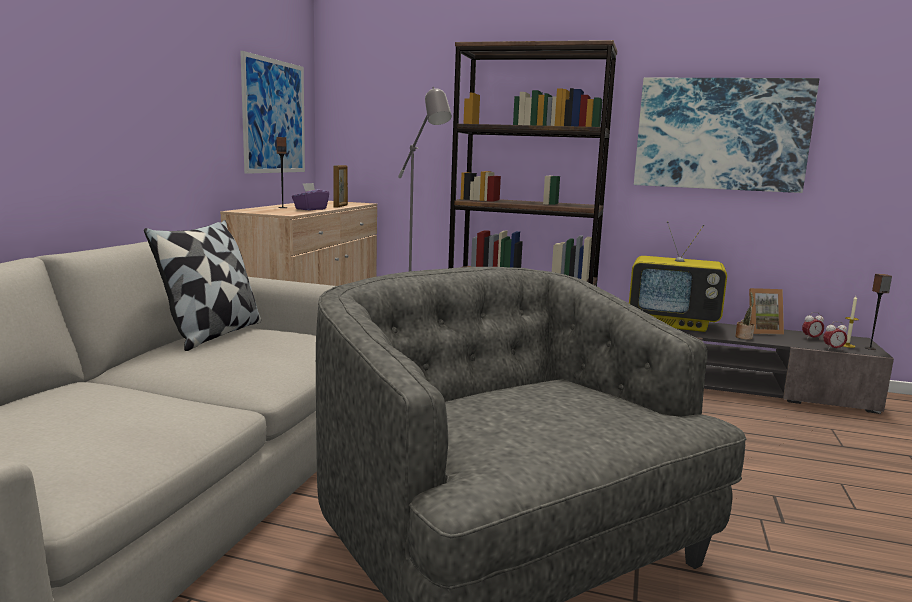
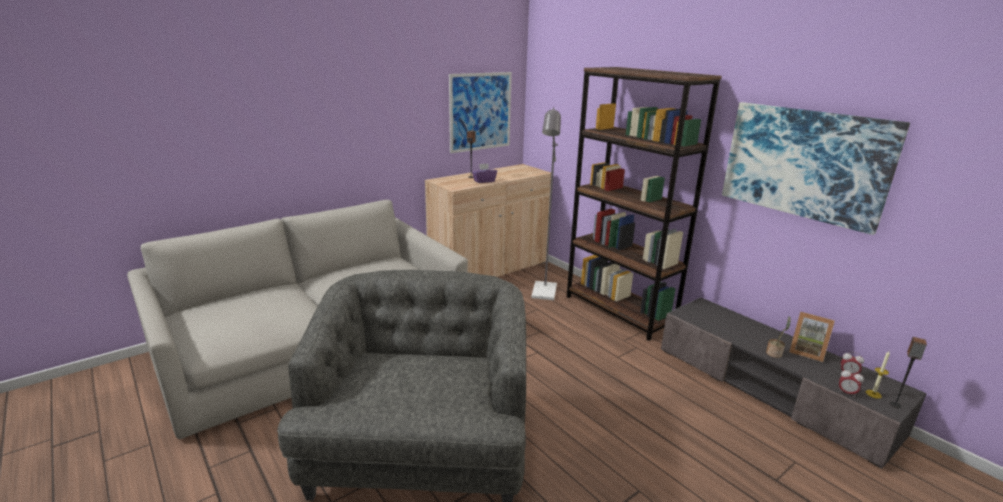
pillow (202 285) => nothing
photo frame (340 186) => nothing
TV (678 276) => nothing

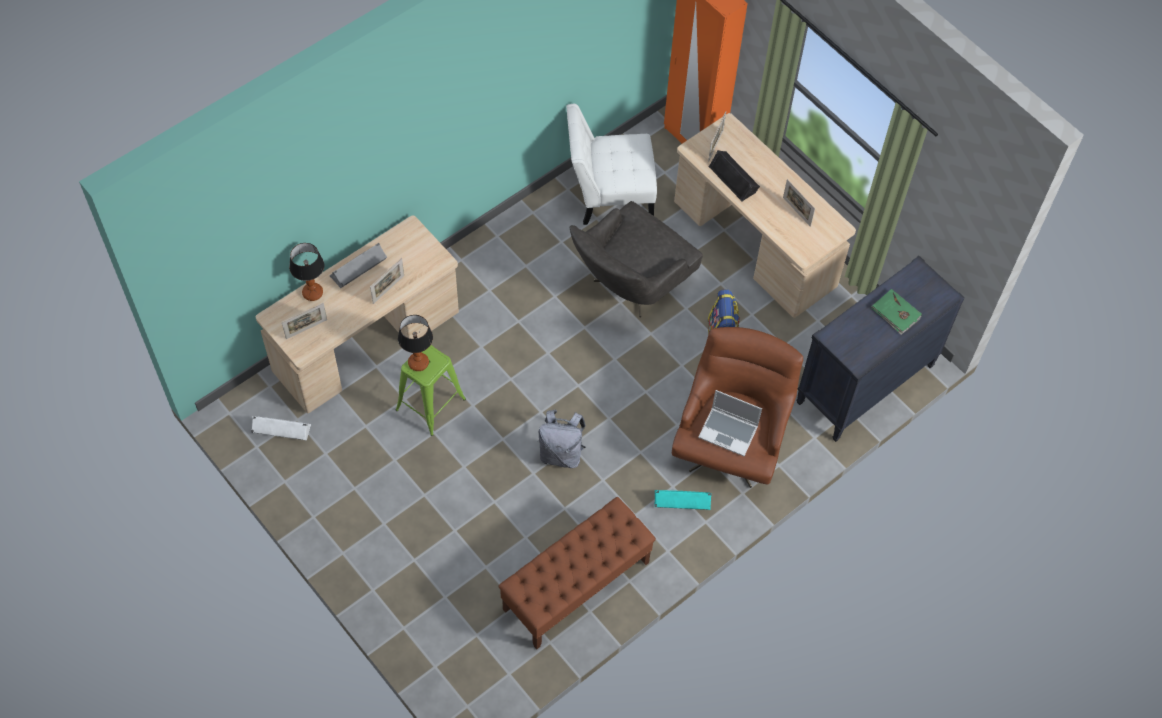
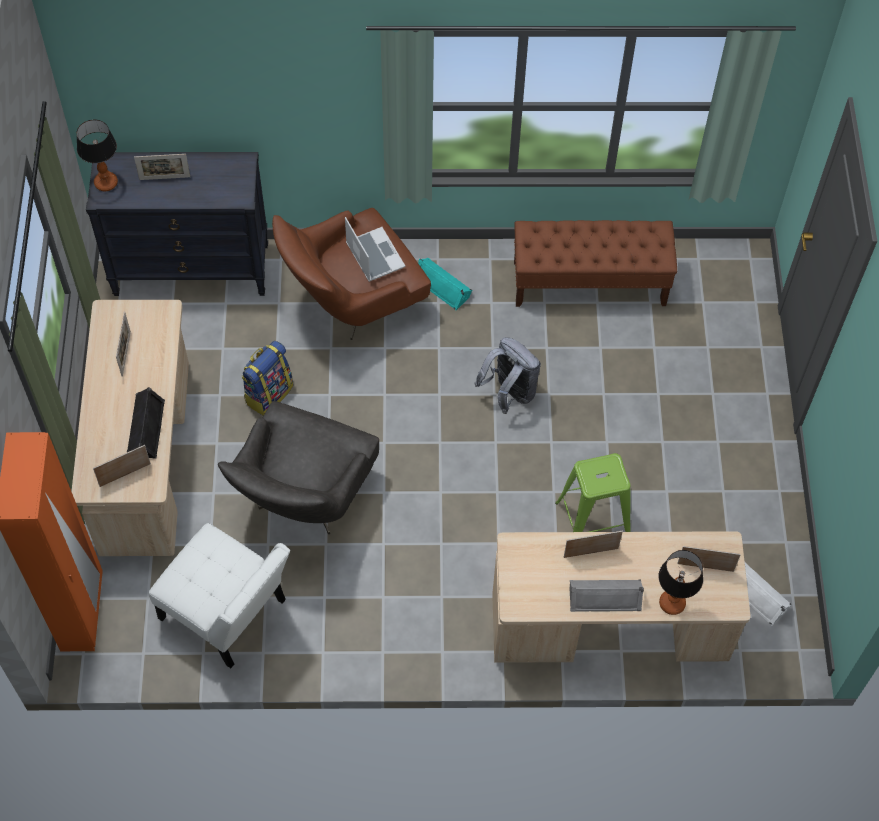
table lamp (415 343) => table lamp (97 155), shifted
green-coloured bound book (896 312) => photo frame (162 167)
gray lounge chair (636 259) => gray lounge chair (298 468), 120 degrees clockwise

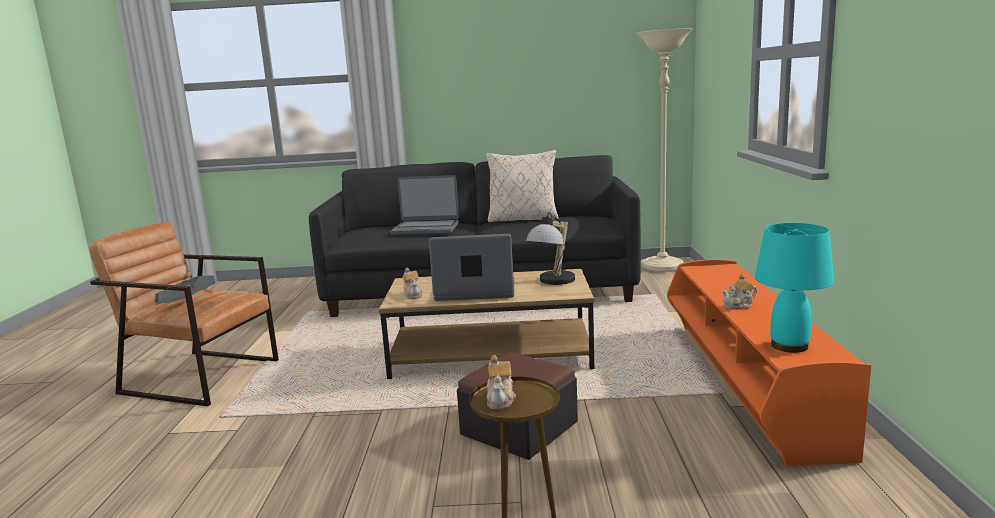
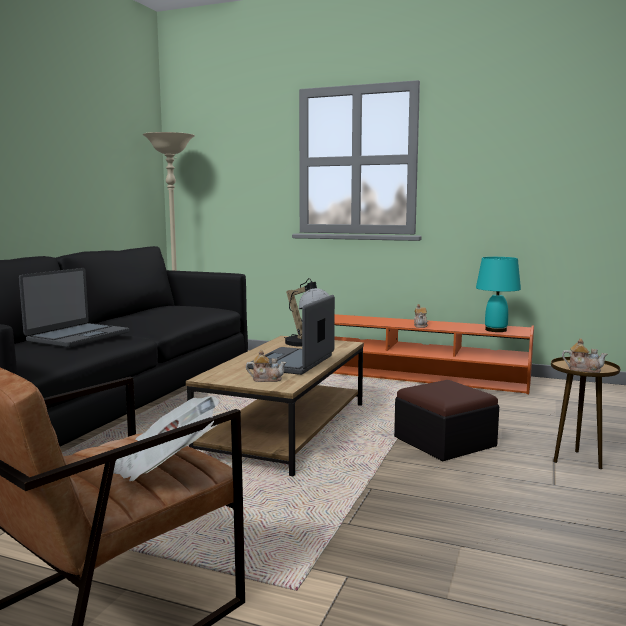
beige-coloured pillow (522 186) => nothing

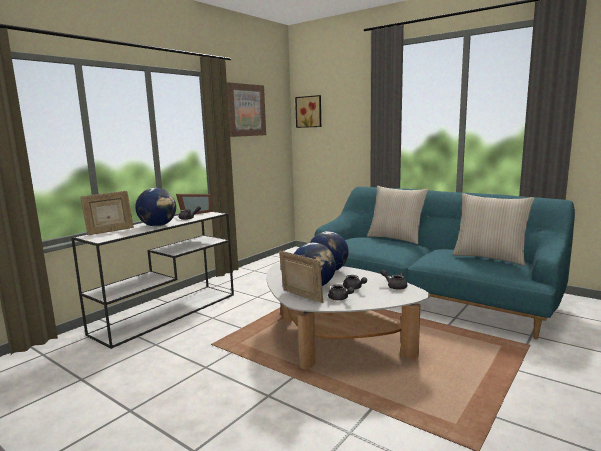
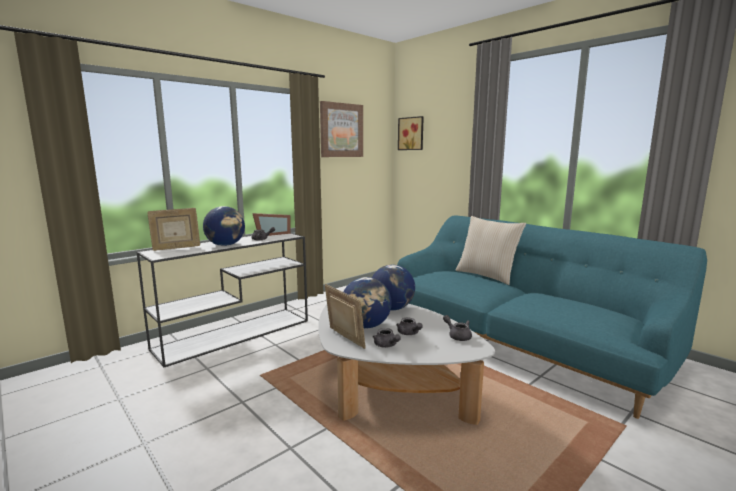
beige-coloured pillow (493 229) => nothing

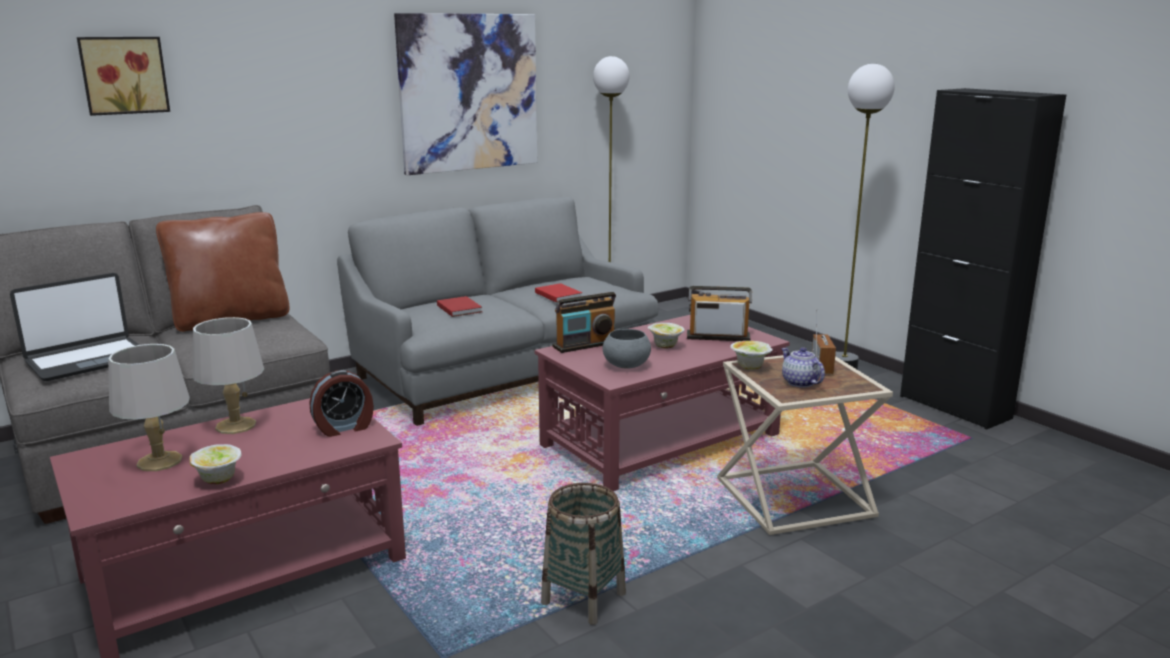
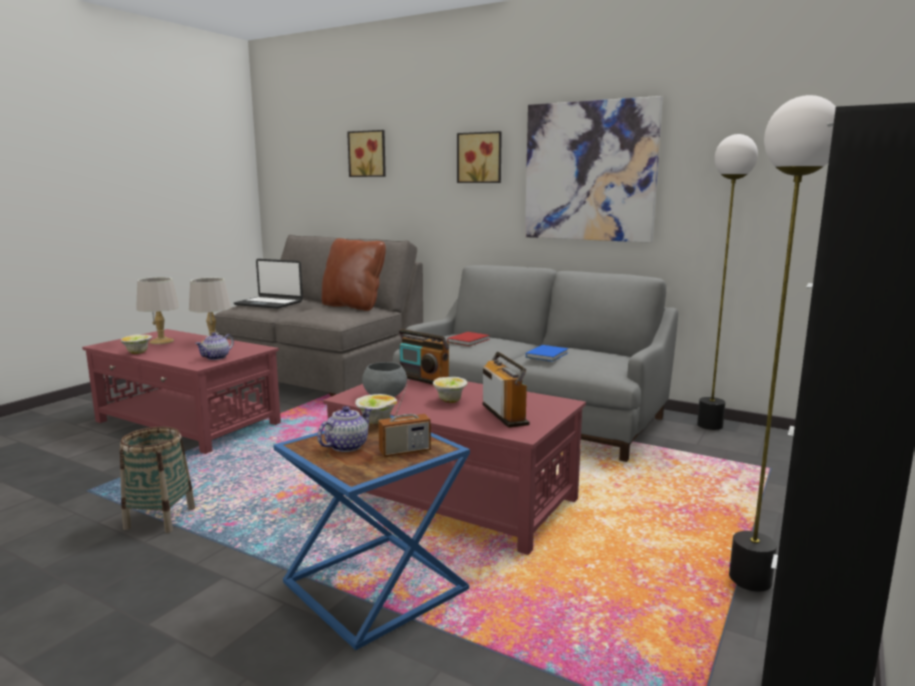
alarm clock (341 403) => tea pot (214 346)
beige-coloured accent table (805 445) => bluish accent table (371 532)
nothing => wall art (479 157)
red-coloured bound book (558 292) => bluish bound book (547 353)

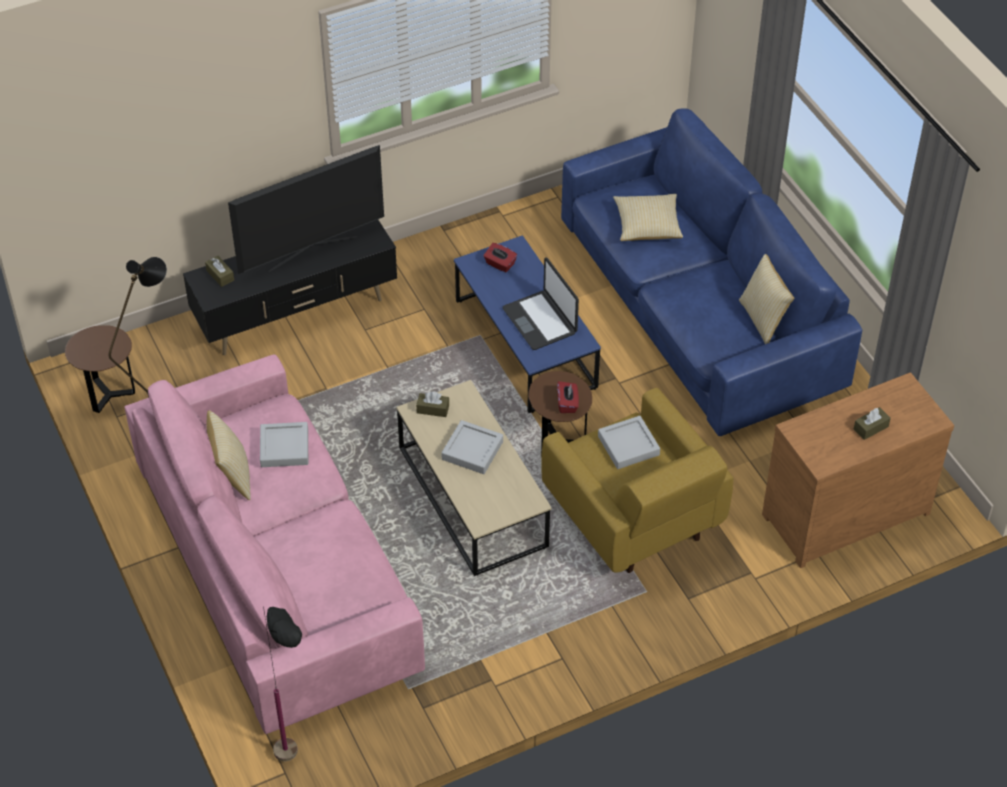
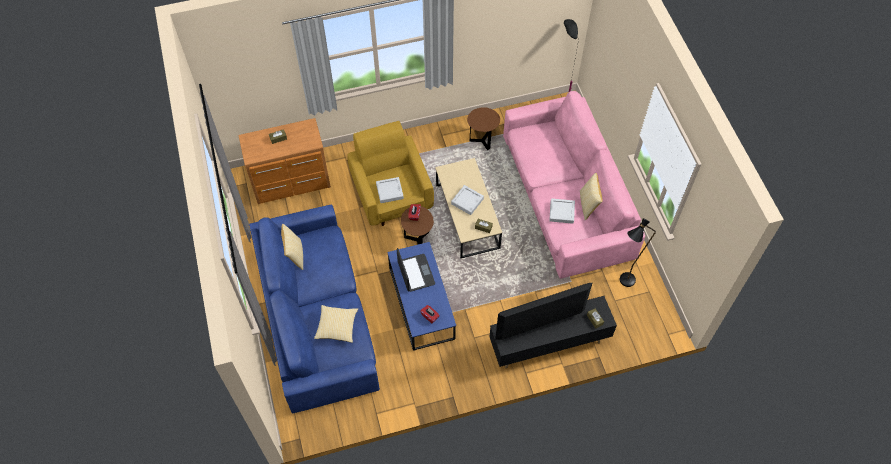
brown accent table (100 369) => brown accent table (483 128), shifted

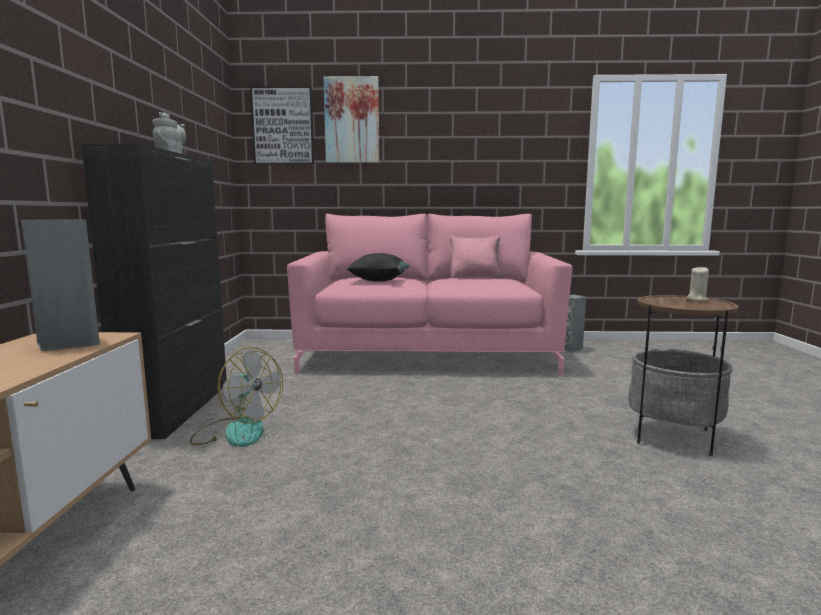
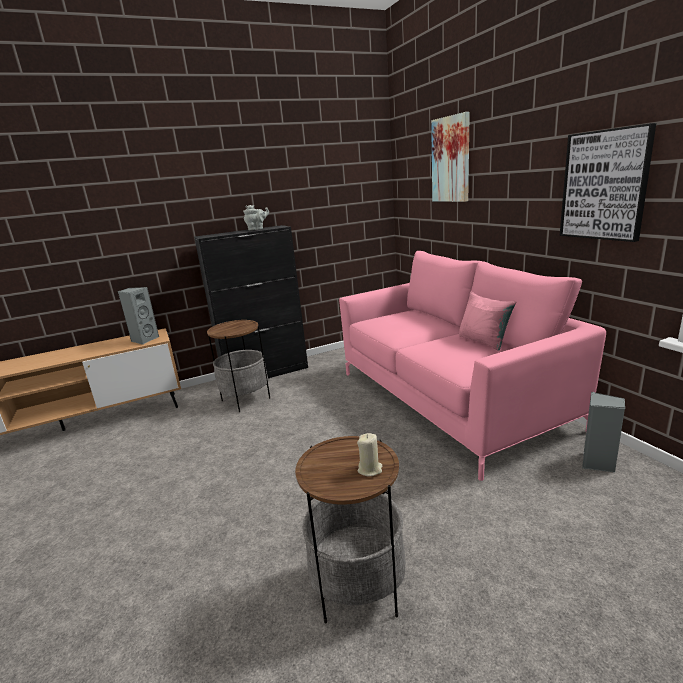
electric fan (236 397) => accent table (238 365)
wall art (282 125) => wall art (608 182), shifted
black pillow (378 267) => nothing

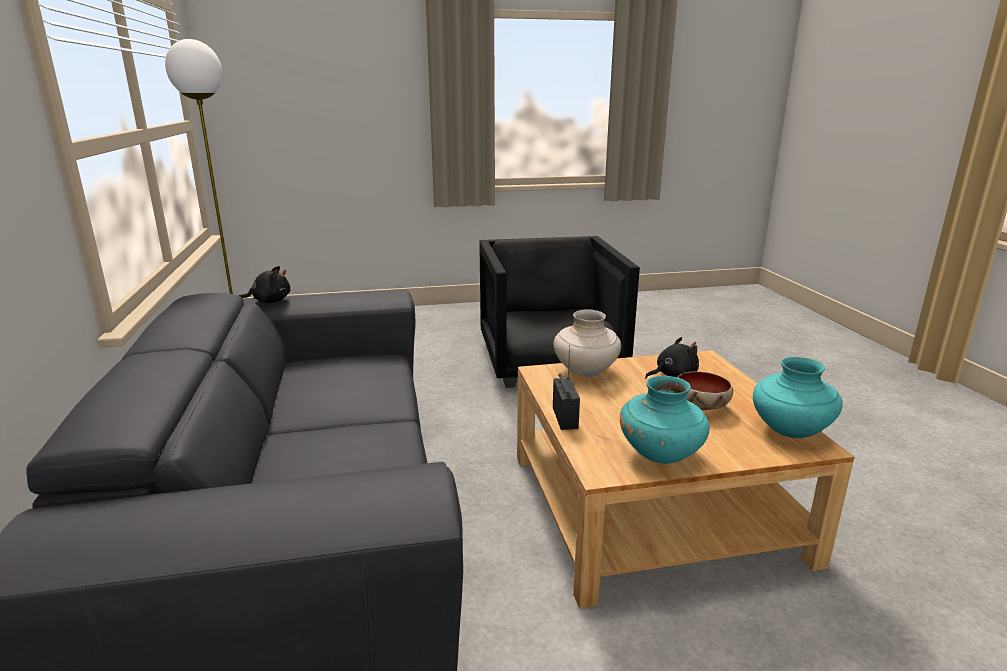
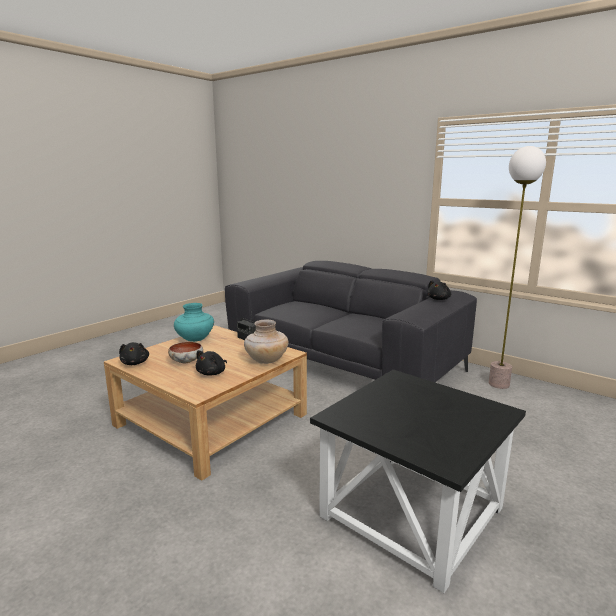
blue-green vase (798 397) => black soft toy (134 353)
black lounge chair (559 312) => black accent table (418 481)

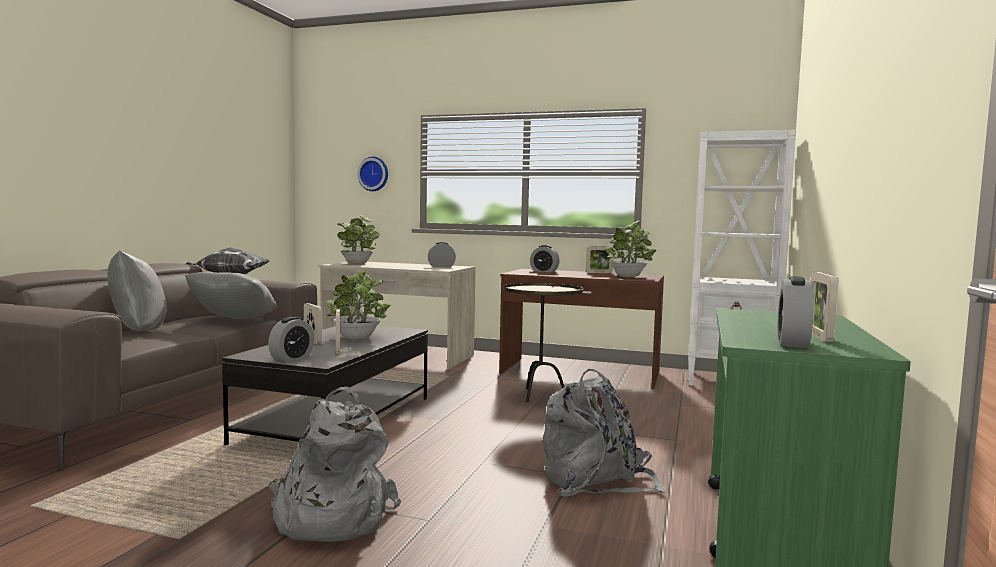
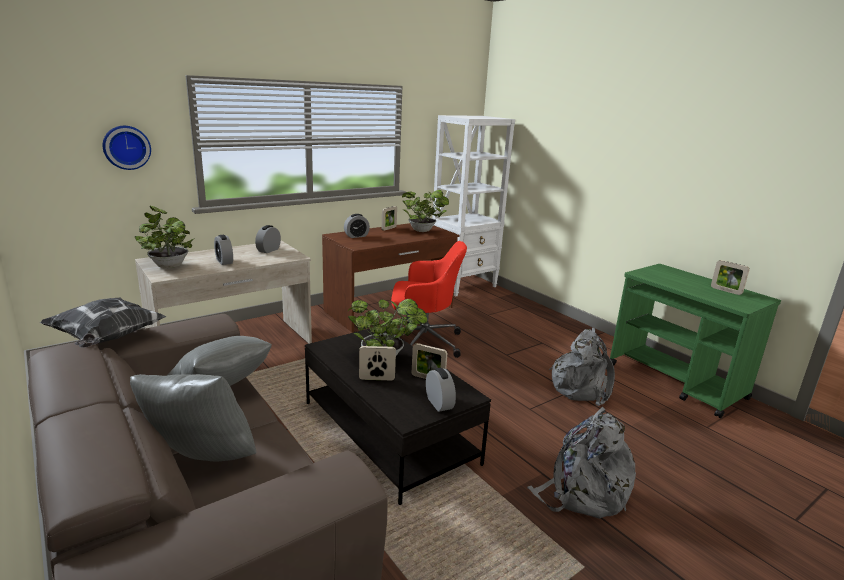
alarm clock (795 312) => alarm clock (223 250), shifted
brown accent table (543 342) => red-coloured computer chair (429 299)

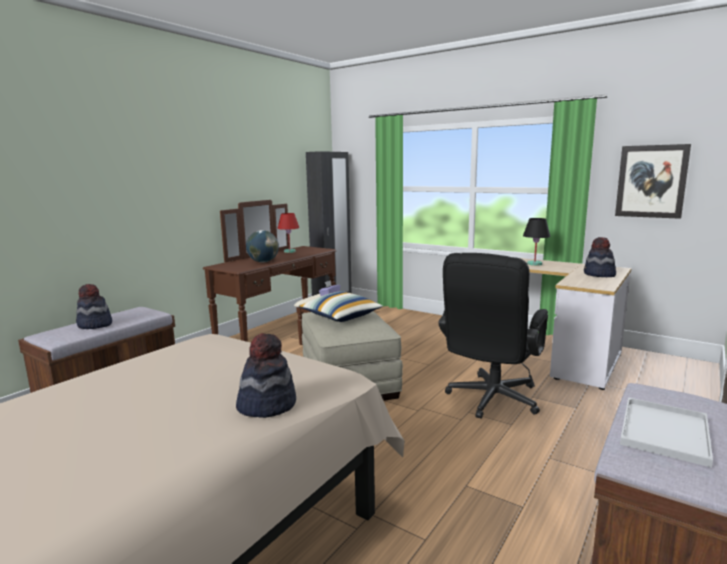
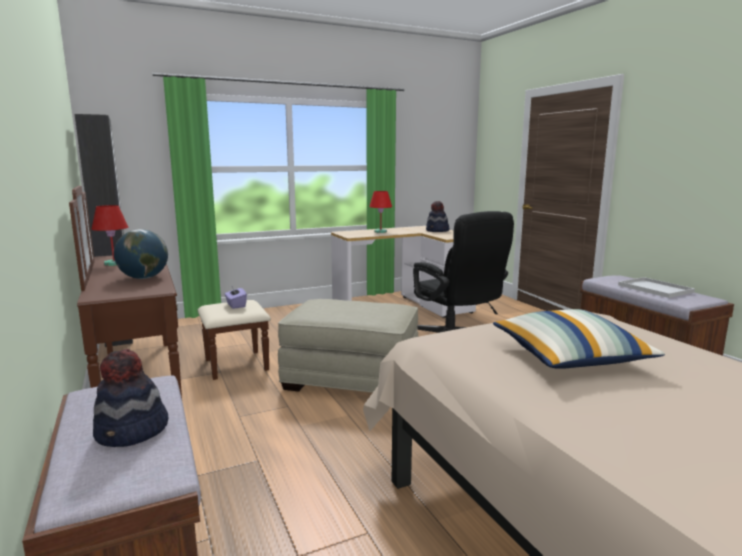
black table lamp (536 242) => red-coloured table lamp (380 212)
pillow (341 306) => pillow (579 339), shifted
clothing hat (266 375) => nothing
wall art (653 181) => nothing

